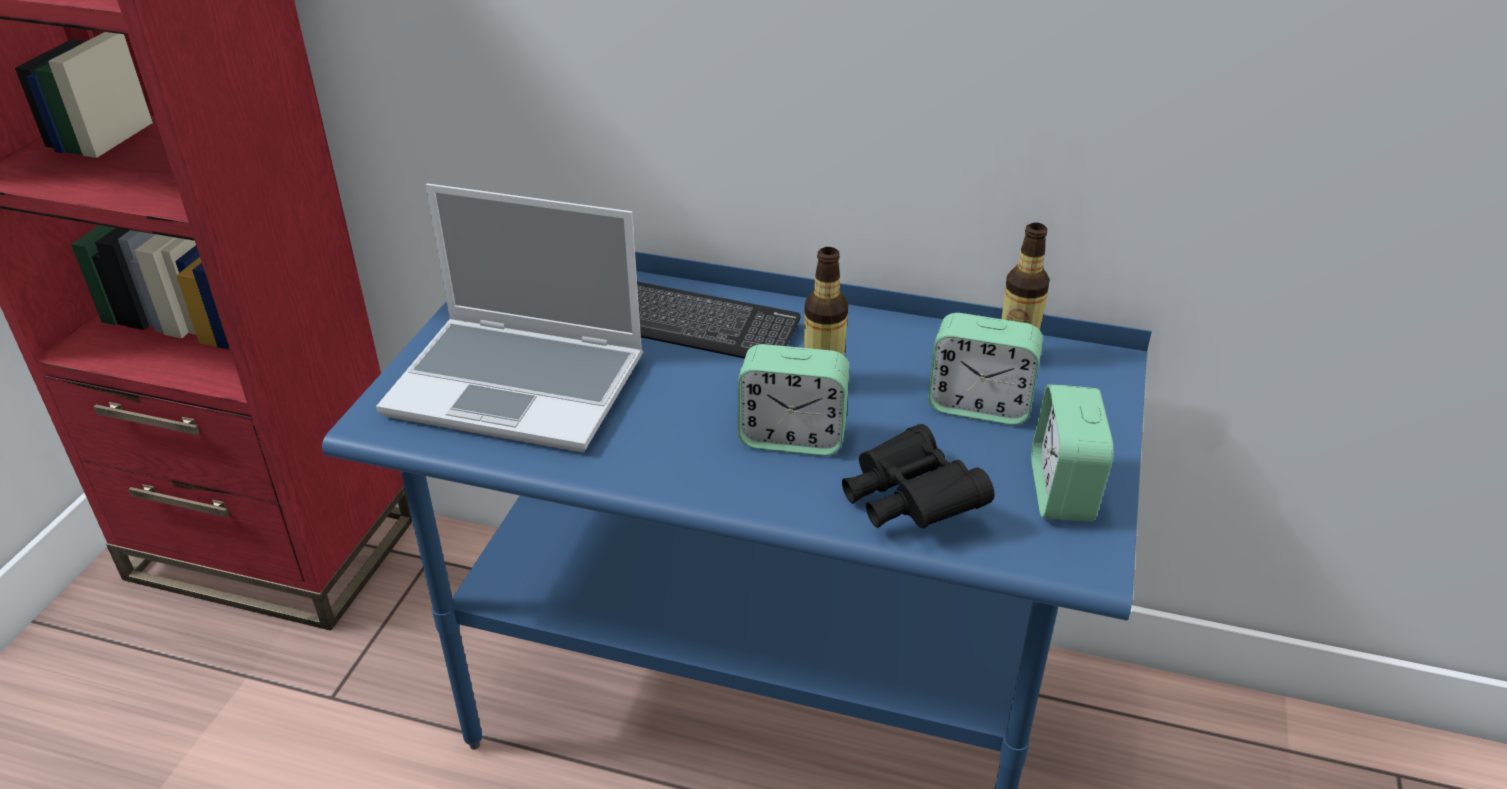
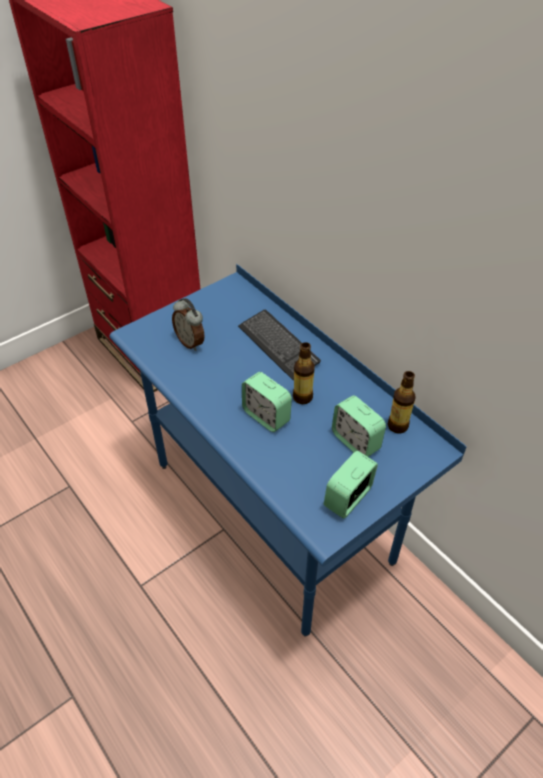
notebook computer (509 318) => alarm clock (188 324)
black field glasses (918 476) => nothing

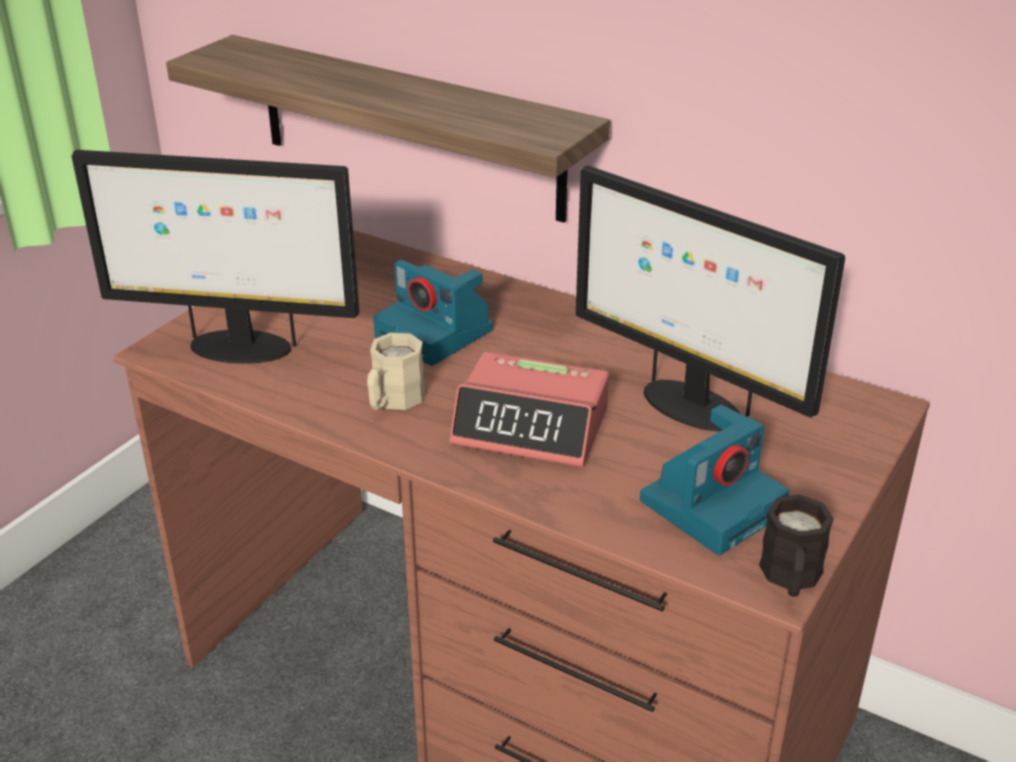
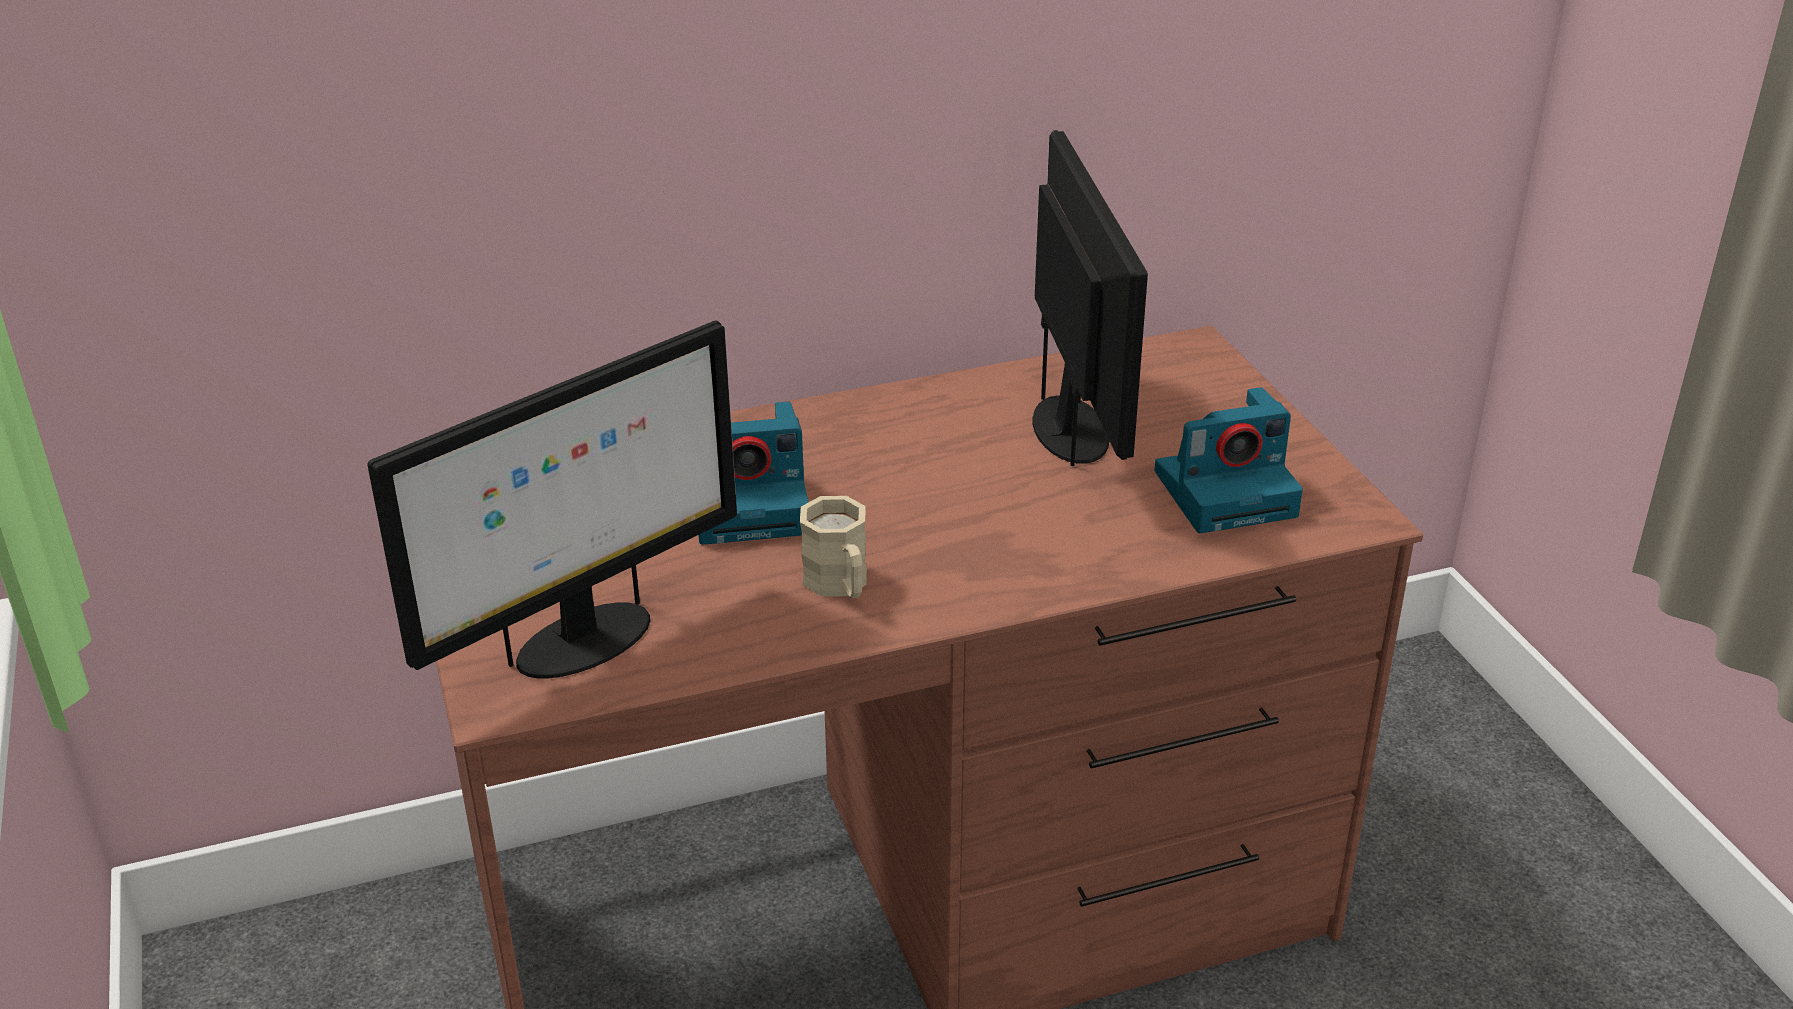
computer screen (710 298) => computer screen (1090 298), 90 degrees counterclockwise
photo camera (714 480) => photo camera (1229 460), 75 degrees clockwise
wall shelf (388 129) => nothing
alarm clock (529 409) => nothing
black tea mug (796 545) => nothing

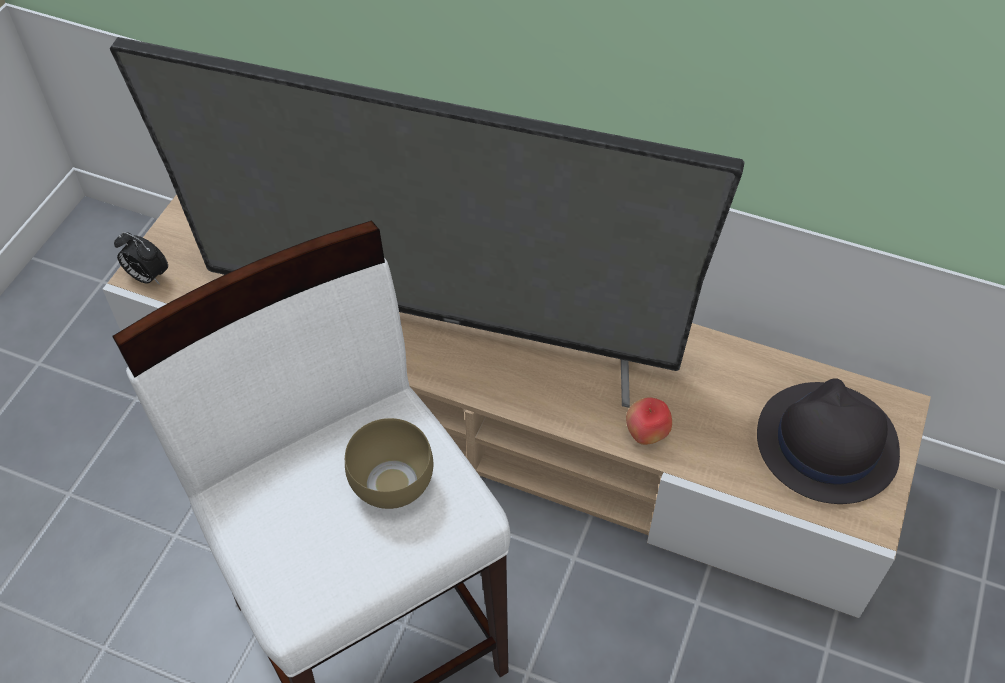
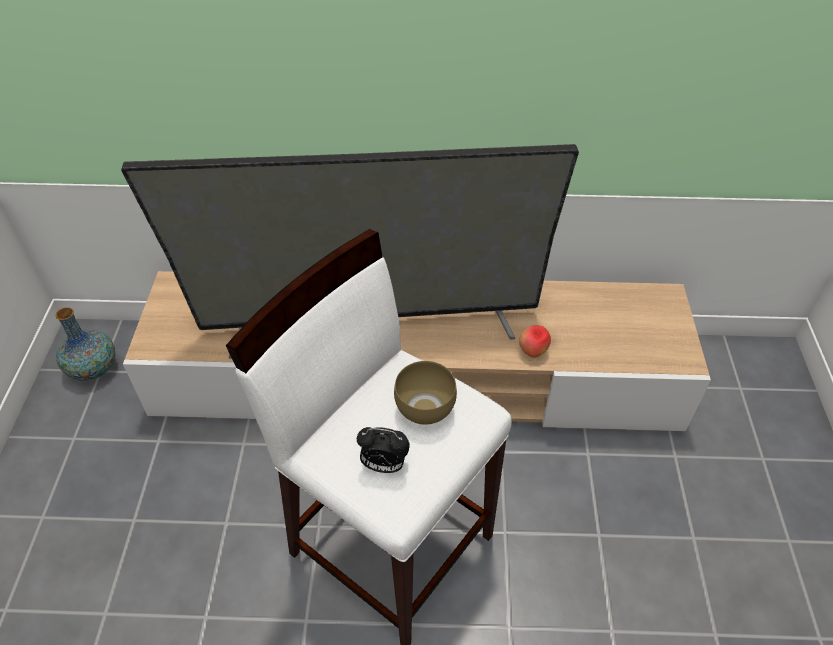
nothing => vase (85 344)
alarm clock (141 258) => alarm clock (383 450), shifted
black clothing hat (828 441) => nothing

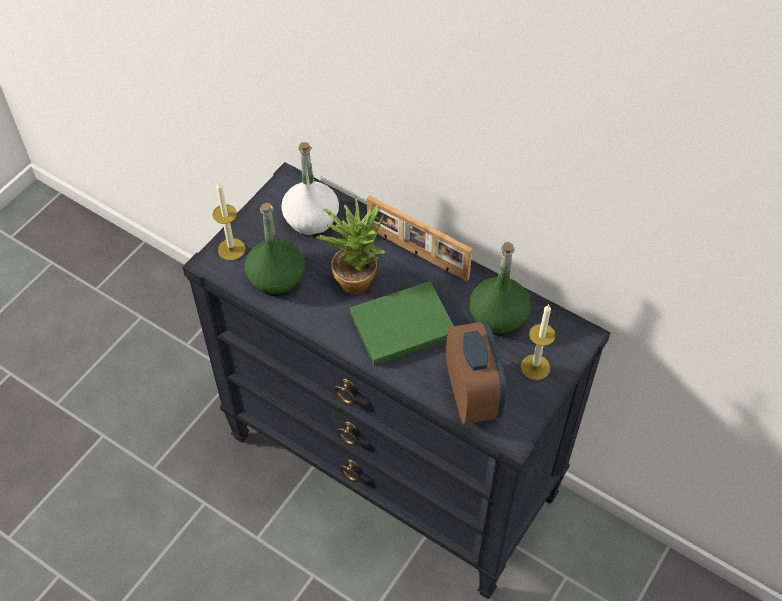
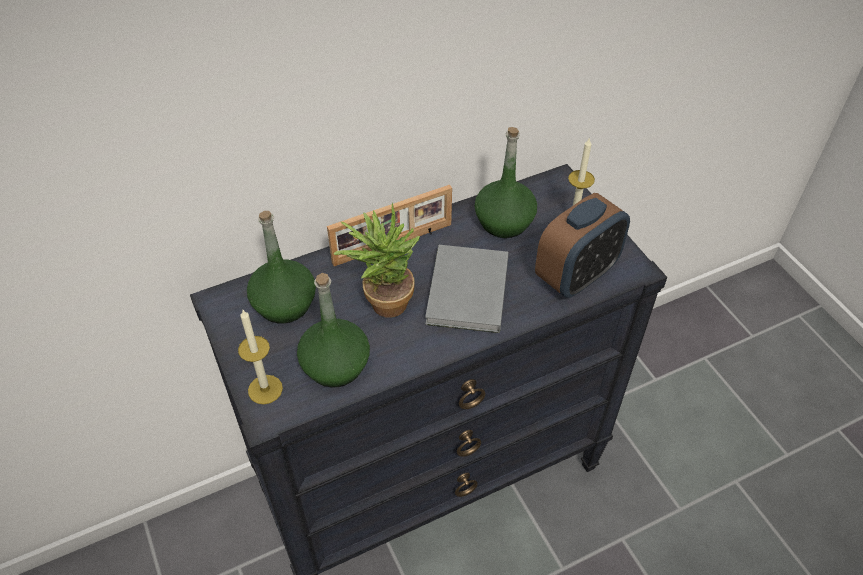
whitish bottle (310 188) => green-coloured bottle (281 267)
green-coloured bound book (402 323) => gray bound book (467 289)
alarm clock (476 372) => alarm clock (582 245), 120 degrees clockwise

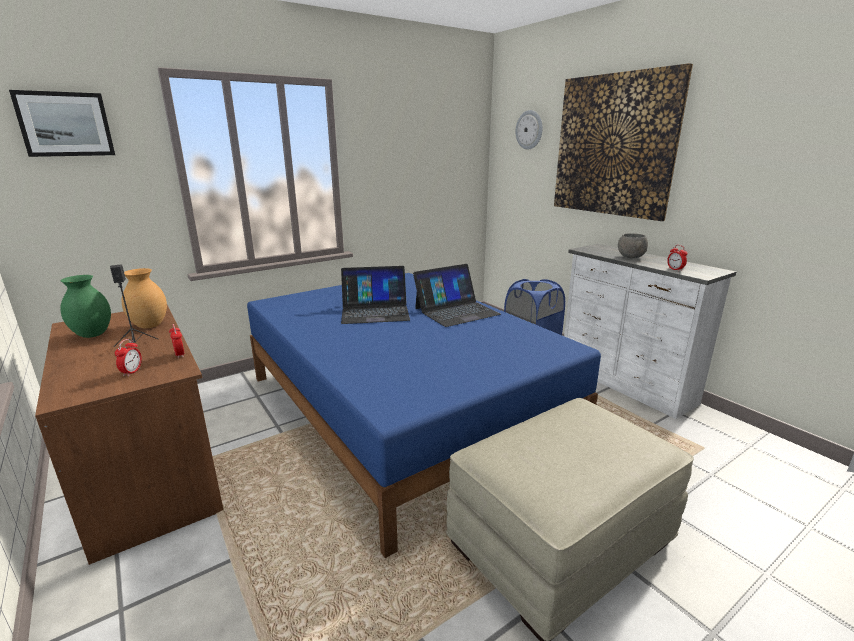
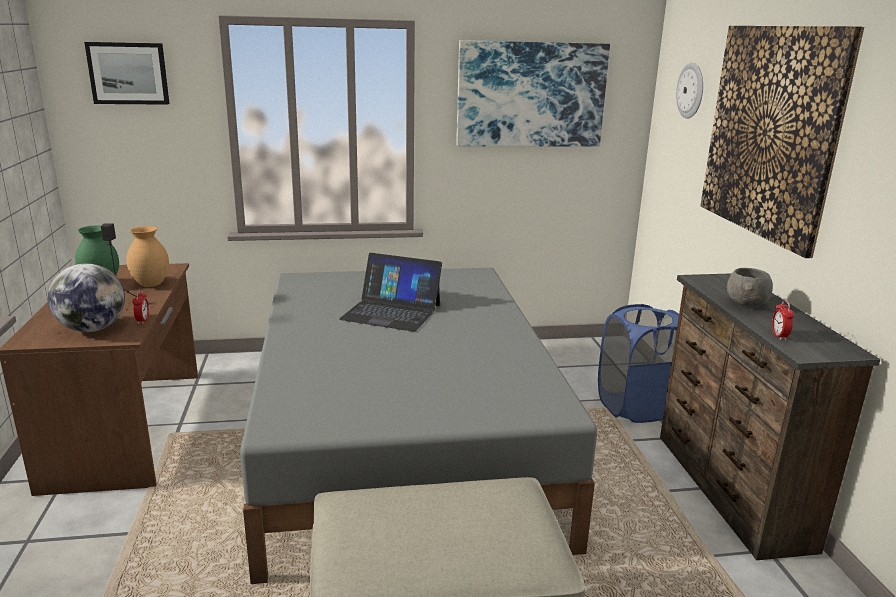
alarm clock (128 358) => desk globe (86 298)
bluish bedroom bed (424 415) => gray bedroom bed (418 426)
nothing => wall art (533 93)
whitish chest of drawers (650 331) => brown chest of drawers (770 416)
notebook computer (457 295) => nothing

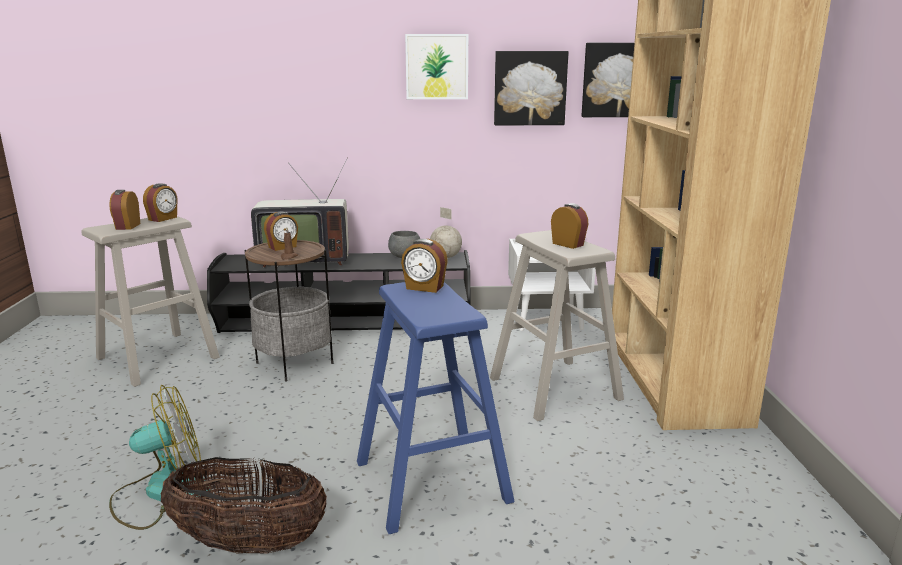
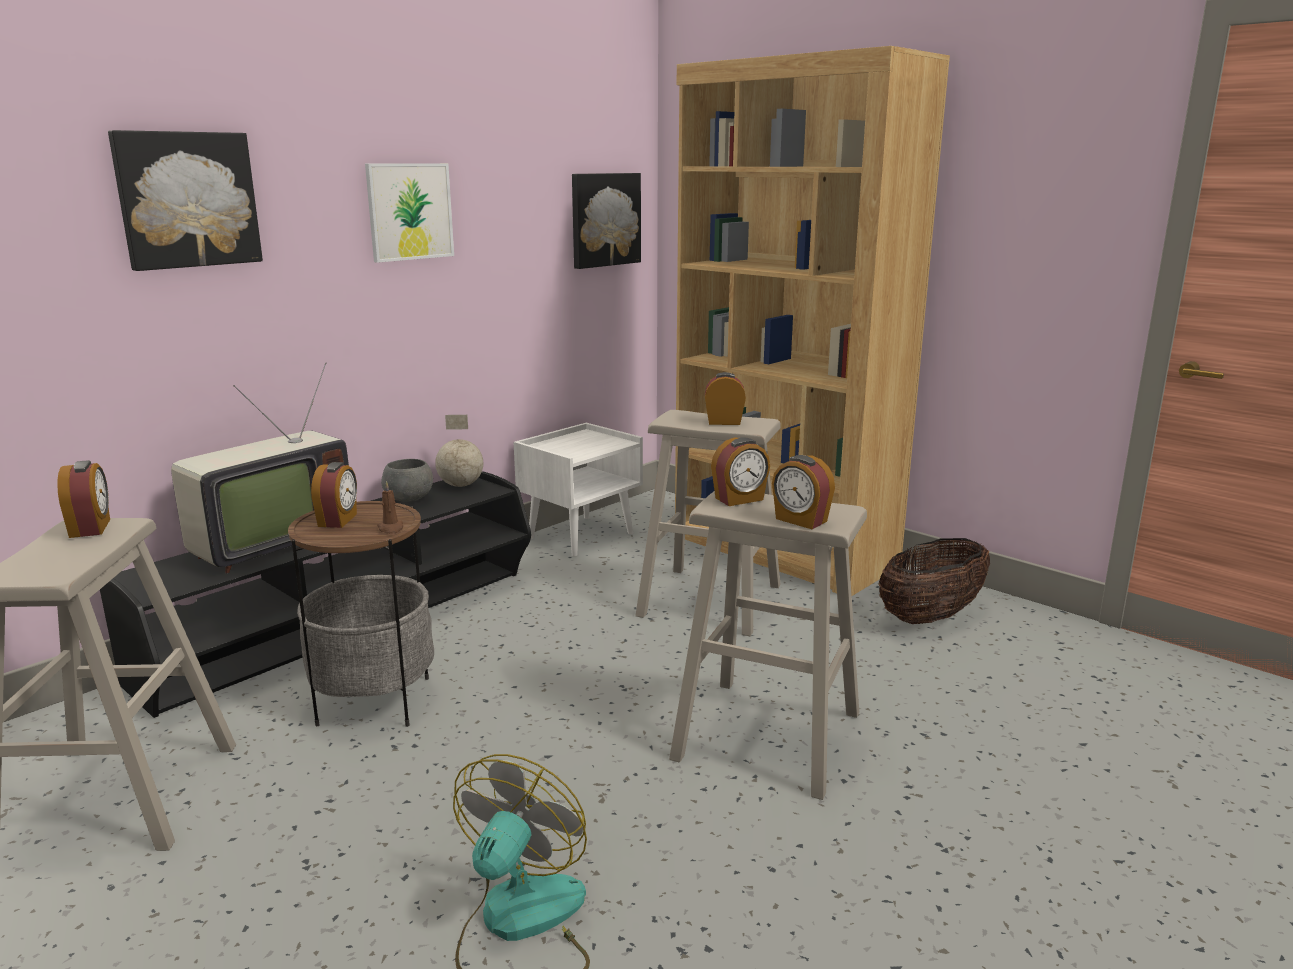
wall art (531 88) => wall art (185 200), shifted
bluish stool (436 408) => beige-coloured stool (768 645)
alarm clock (124 210) => alarm clock (803 492), shifted
storage basket (244 505) => storage basket (934 581), shifted

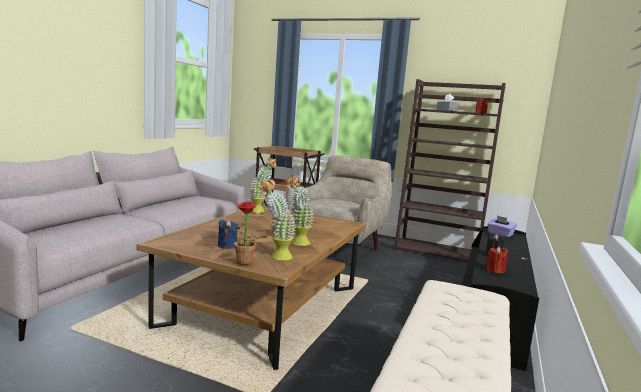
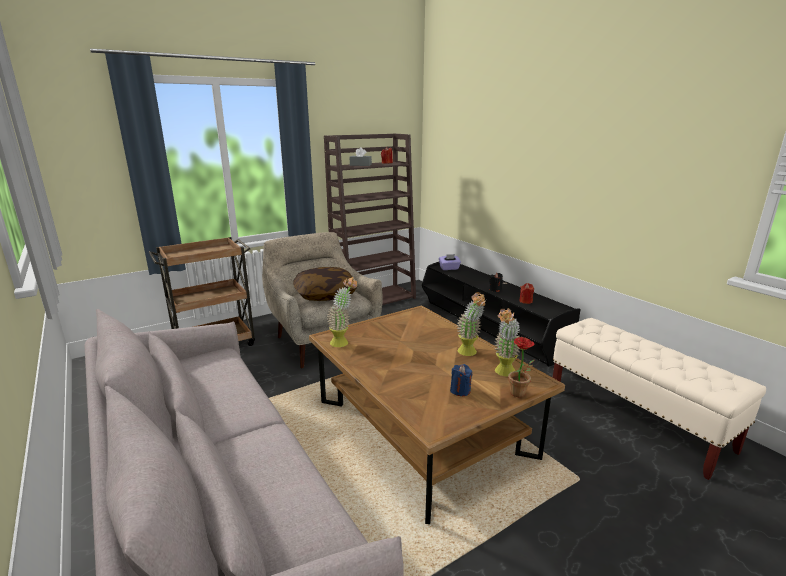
nothing => pillow (325 284)

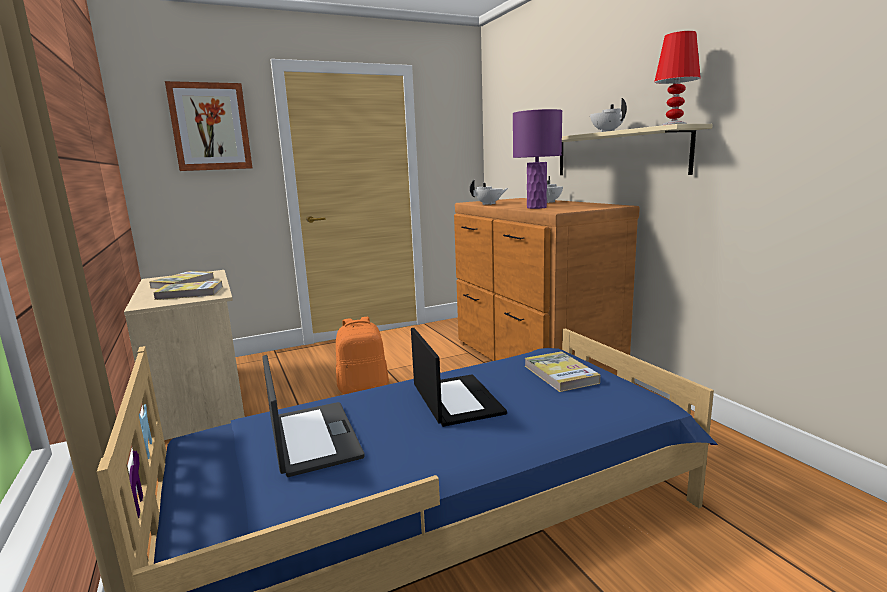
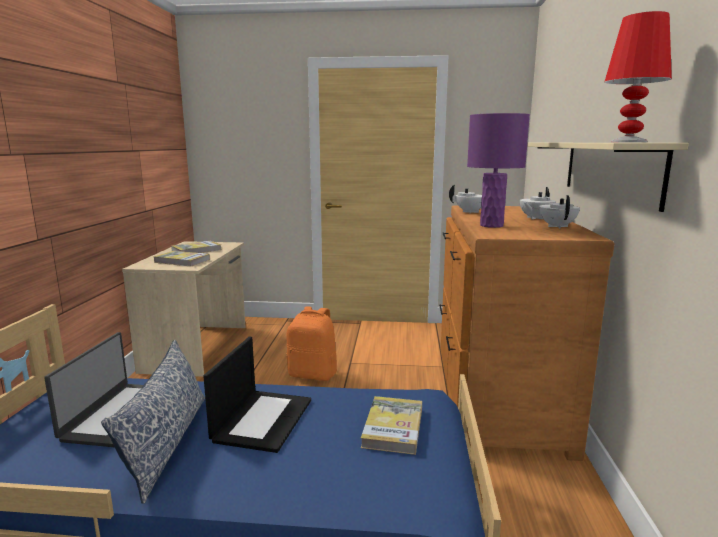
nothing => pillow (153 422)
whitish tea pot (608 115) => whitish tea pot (559 211), shifted
wall art (208 126) => nothing

